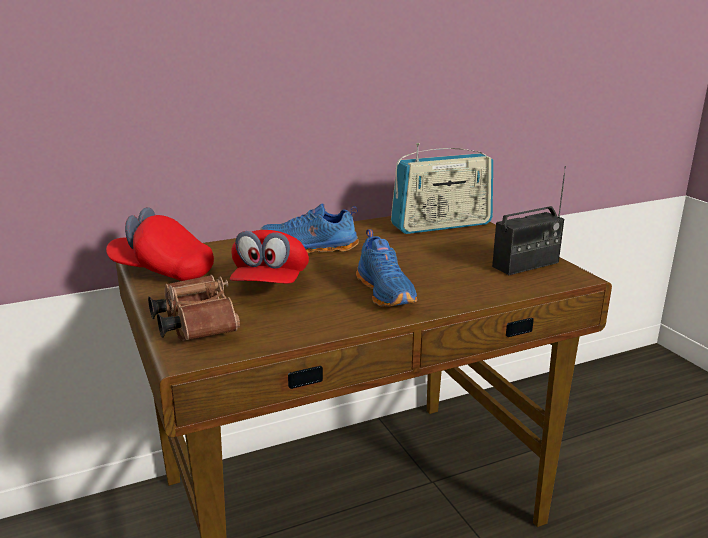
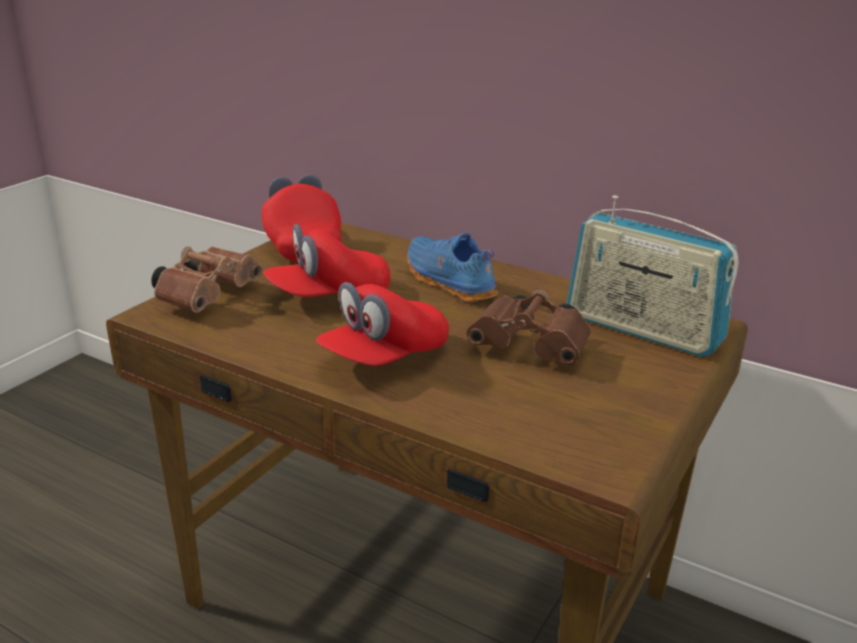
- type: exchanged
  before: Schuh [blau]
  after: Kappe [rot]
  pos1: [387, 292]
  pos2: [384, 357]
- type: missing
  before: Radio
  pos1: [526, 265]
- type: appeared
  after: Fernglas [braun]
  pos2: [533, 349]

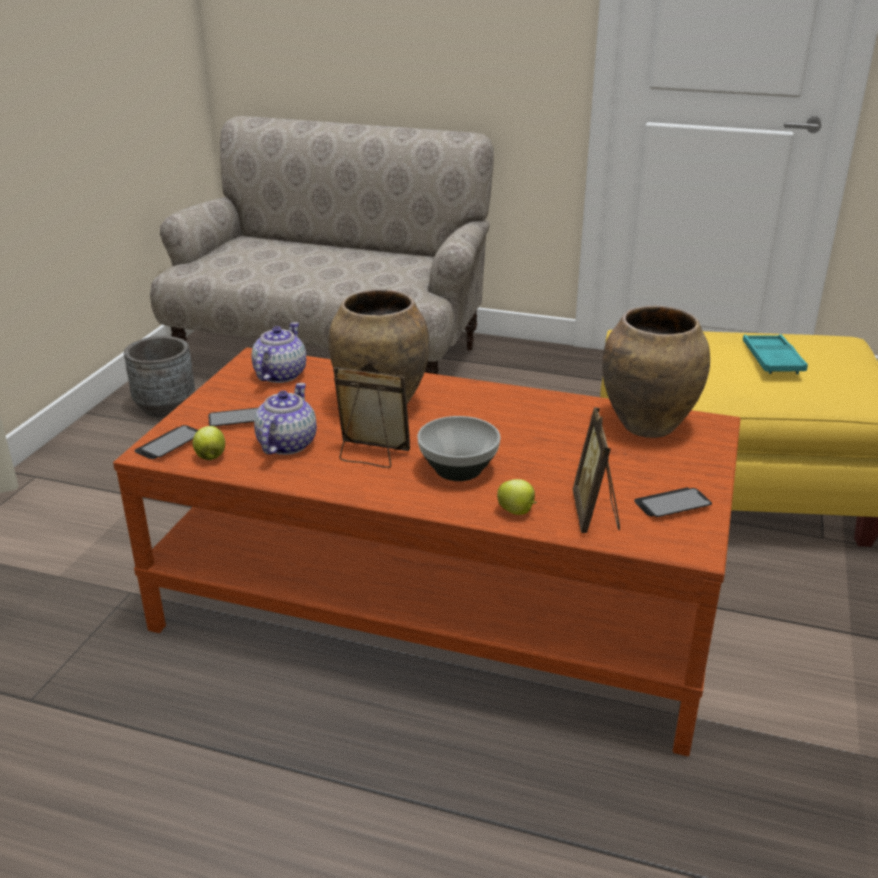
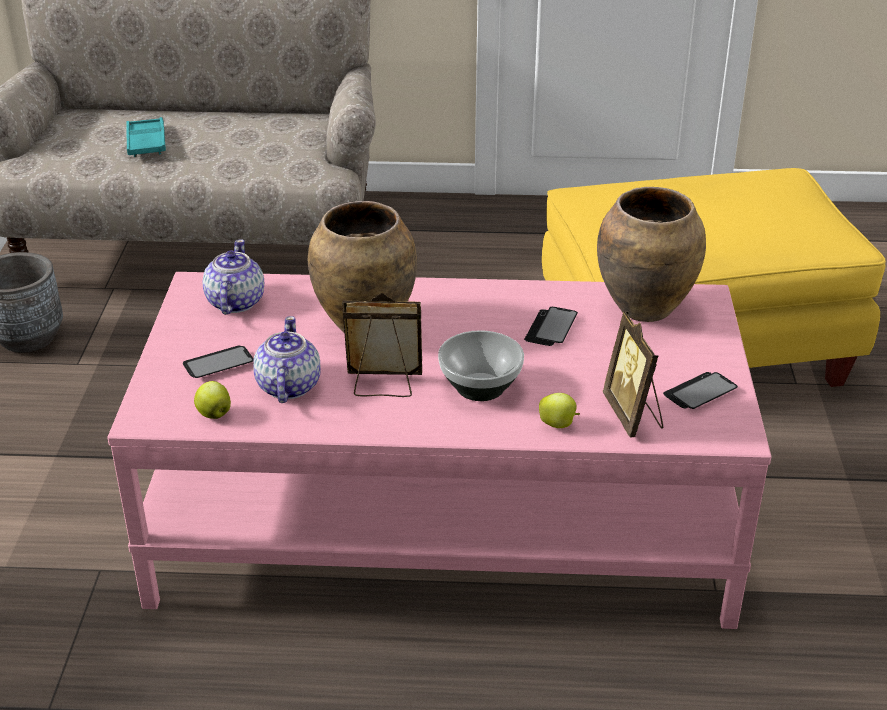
- type: colour
  before: Couchtisch [braun]
  after: Couchtisch [rosa]
  pos1: [437, 604]
  pos2: [441, 521]
- type: relocated
  before: Handy
  pos1: [169, 444]
  pos2: [551, 328]
- type: relocated
  before: Tablett [türkis]
  pos1: [772, 360]
  pos2: [146, 143]

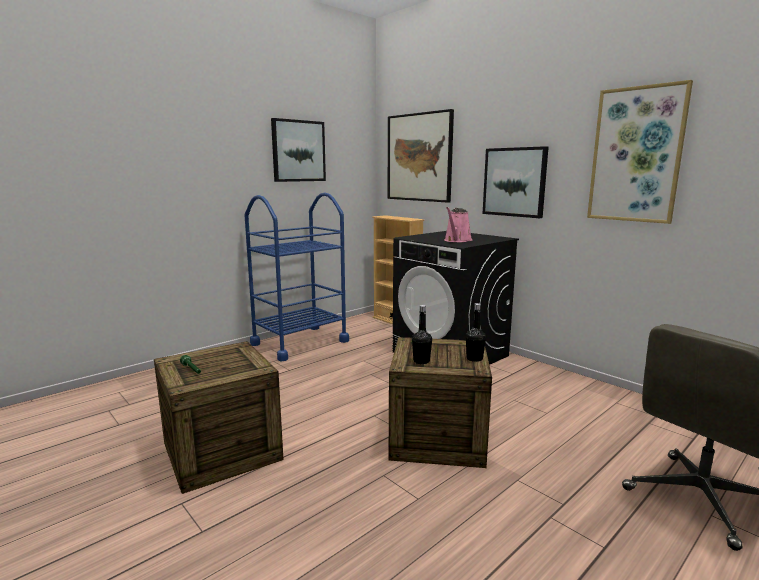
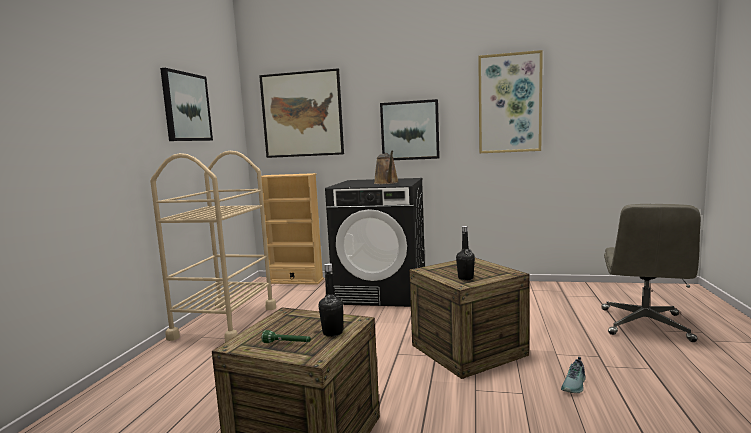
- type: colour
  before: Rollwagen [blau]
  after: Rollwagen [beige]
  pos1: [300, 343]
  pos2: [225, 322]
- type: colour
  before: Gießkanne [rosa]
  after: Gießkanne [braun]
  pos1: [457, 240]
  pos2: [387, 183]
- type: relocated
  before: Flasche [schwarz]
  pos1: [474, 358]
  pos2: [332, 333]
- type: appeared
  after: Schuh
  pos2: [575, 384]

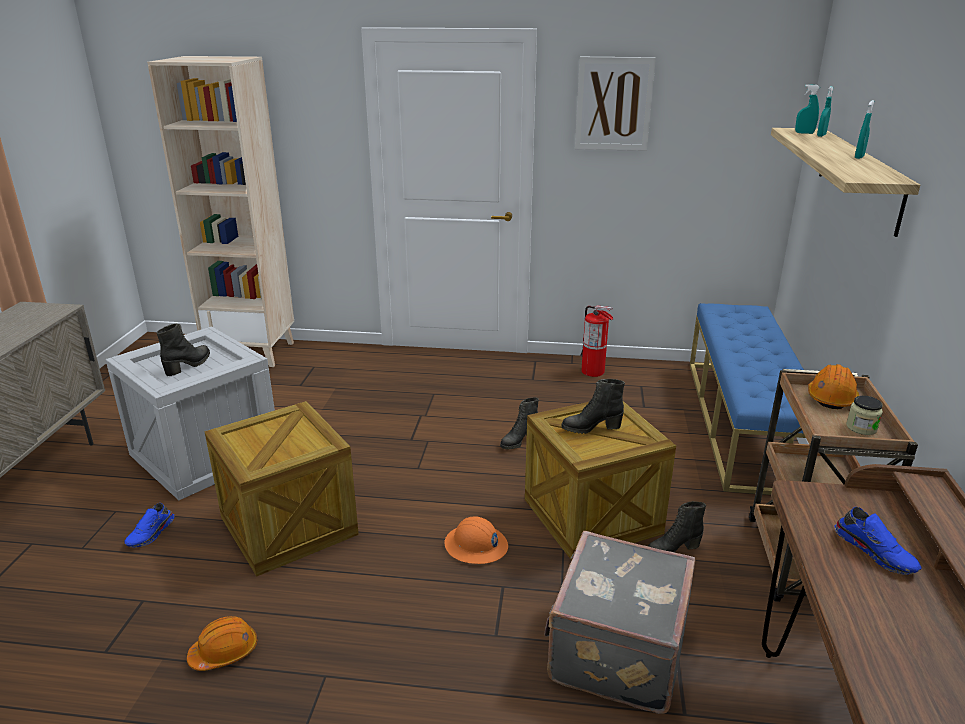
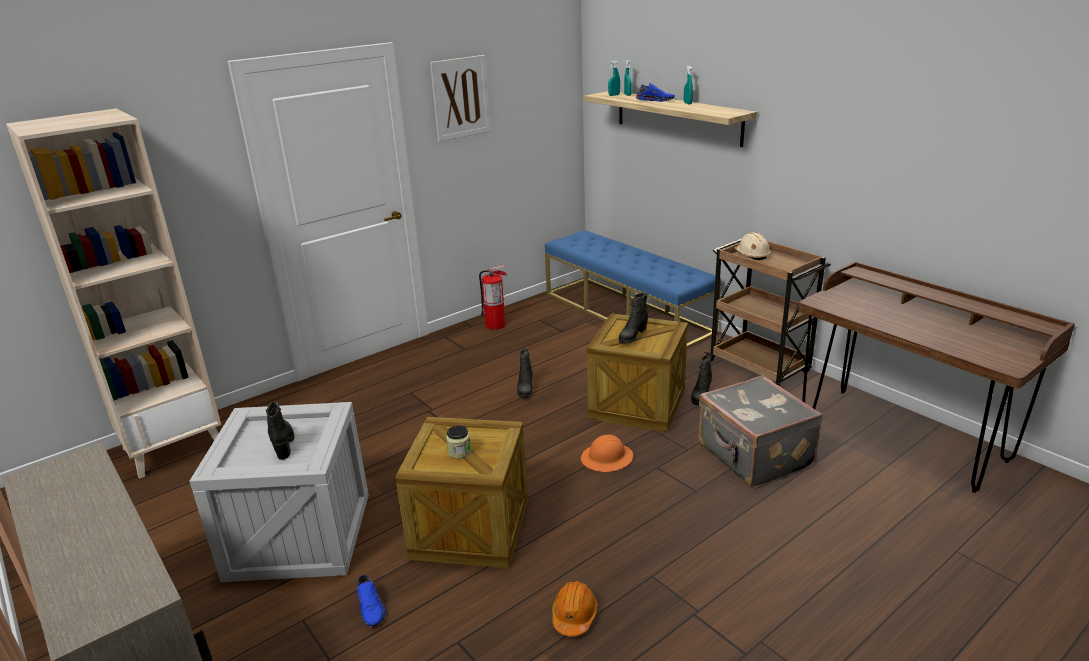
- type: colour
  before: Schutzhelm [orange]
  after: Schutzhelm [beige]
  pos1: [831, 397]
  pos2: [752, 254]
- type: relocated
  before: Schuh [blau]
  pos1: [876, 551]
  pos2: [655, 100]
- type: relocated
  before: Vorratsglas
  pos1: [861, 428]
  pos2: [459, 451]

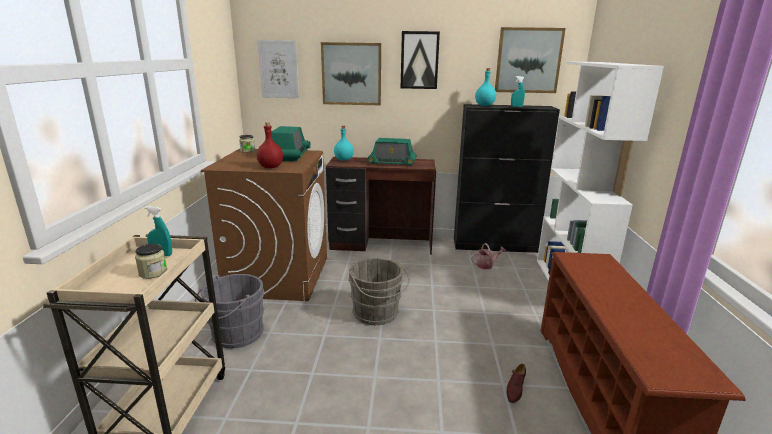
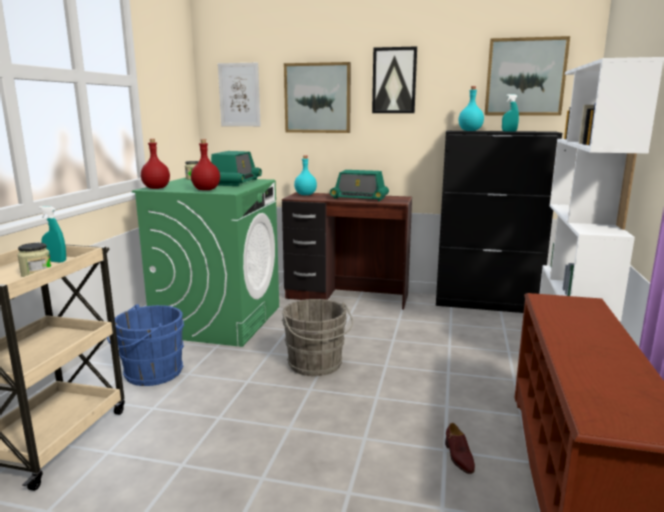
- type: colour
  before: Eimer [grau]
  after: Eimer [blau]
  pos1: [235, 335]
  pos2: [150, 373]
- type: colour
  before: Waschmaschine [braun]
  after: Waschmaschine [grün]
  pos1: [278, 276]
  pos2: [219, 320]
- type: missing
  before: Gießkanne
  pos1: [487, 265]
- type: spun
  before: Schuh [braun]
  pos1: [515, 389]
  pos2: [458, 457]
  turn: -45
- type: appeared
  after: Flasche [rot]
  pos2: [157, 188]

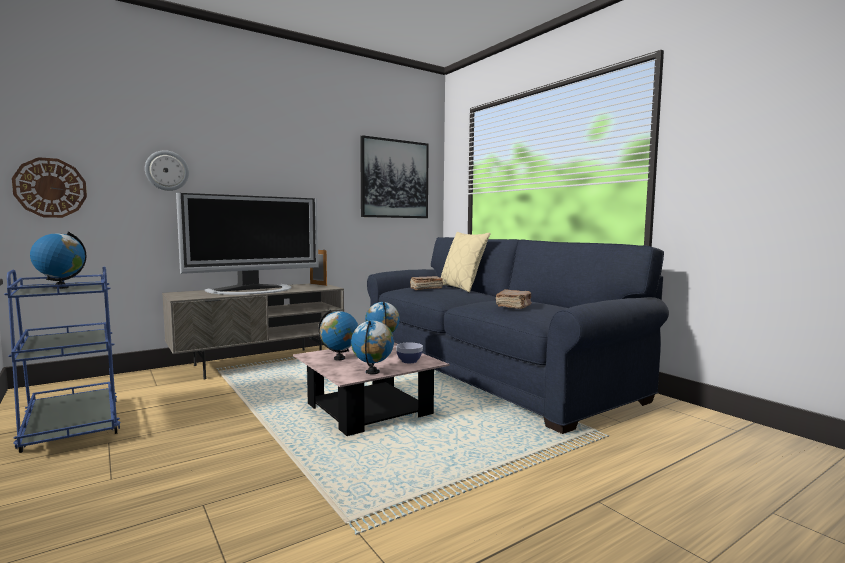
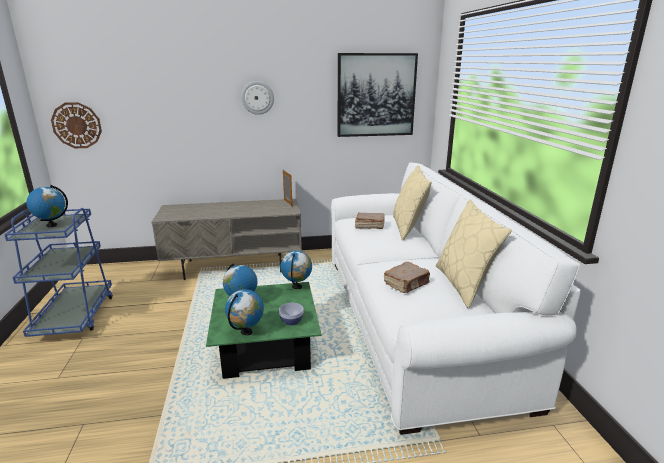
- type: relocated
  before: Wanduhr
  pos1: [167, 170]
  pos2: [257, 97]
- type: missing
  before: Fernseher
  pos1: [253, 290]
- type: colour
  before: Couchtisch [rosa]
  after: Couchtisch [grün]
  pos1: [369, 409]
  pos2: [266, 348]
- type: colour
  before: Sofa [blau]
  after: Sofa [weiß]
  pos1: [489, 372]
  pos2: [412, 320]
- type: appeared
  after: Kissen [beige]
  pos2: [464, 284]

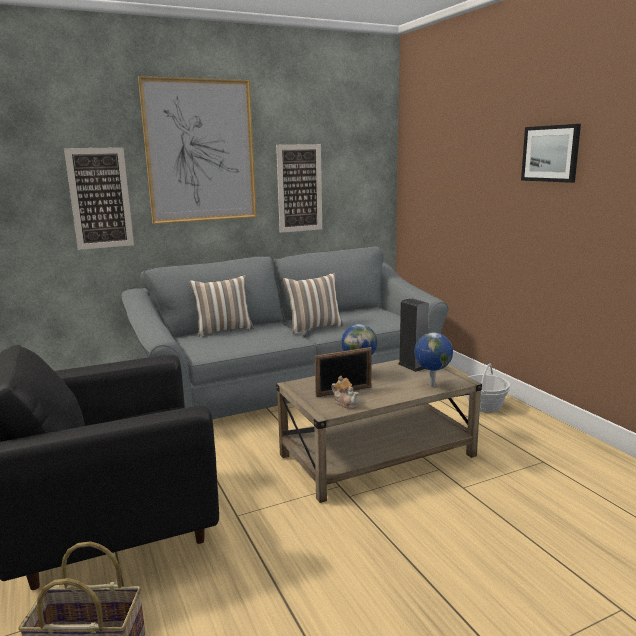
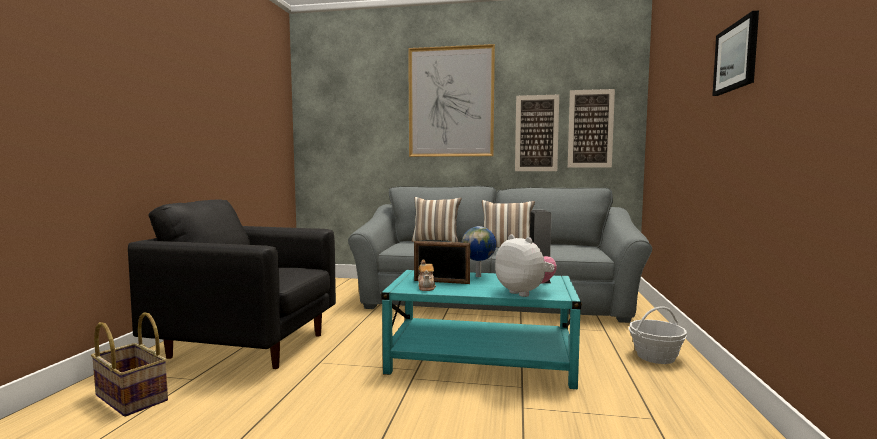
- type: relocated
  before: Bild
  pos1: [100, 198]
  pos2: [590, 128]
- type: colour
  before: Couchtisch [beige]
  after: Couchtisch [türkis]
  pos1: [377, 456]
  pos2: [481, 361]
- type: exchanged
  before: Globus
  after: Plüschtier
  pos1: [431, 385]
  pos2: [525, 292]

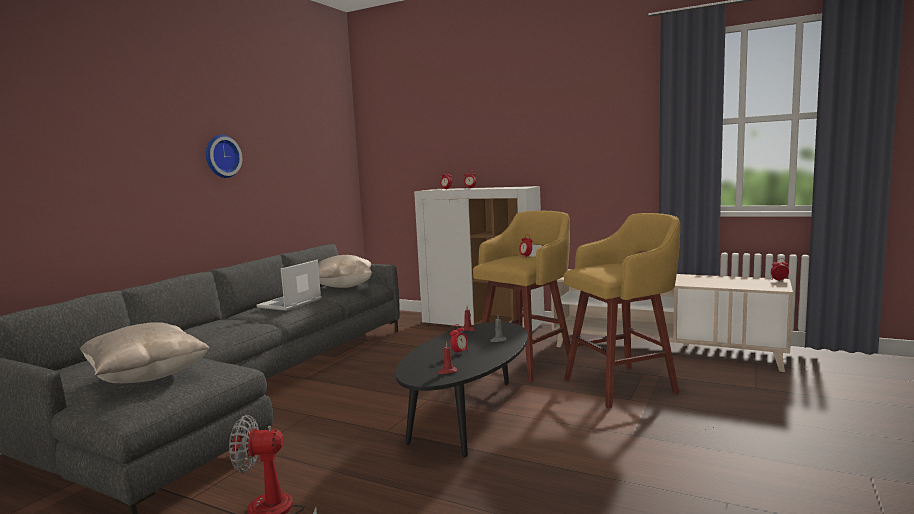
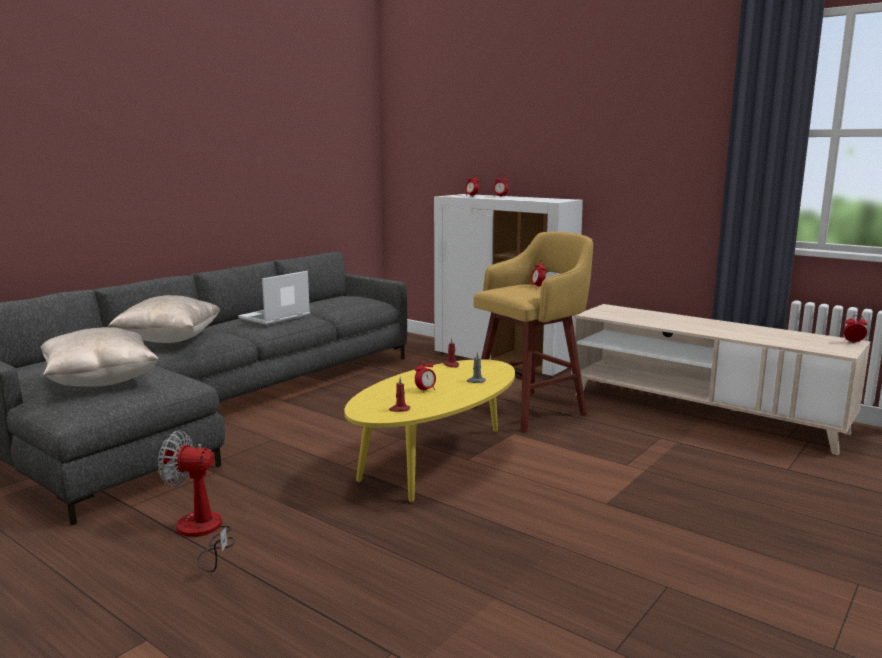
- type: missing
  before: Wanduhr
  pos1: [221, 156]
- type: relocated
  before: Kissen [beige]
  pos1: [344, 286]
  pos2: [169, 340]
- type: colour
  before: Couchtisch [schwarz]
  after: Couchtisch [gelb]
  pos1: [469, 418]
  pos2: [436, 463]
- type: missing
  before: Hocker [gelb]
  pos1: [623, 385]

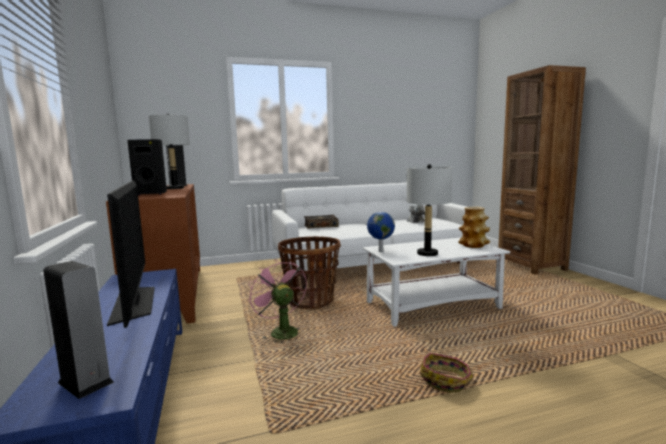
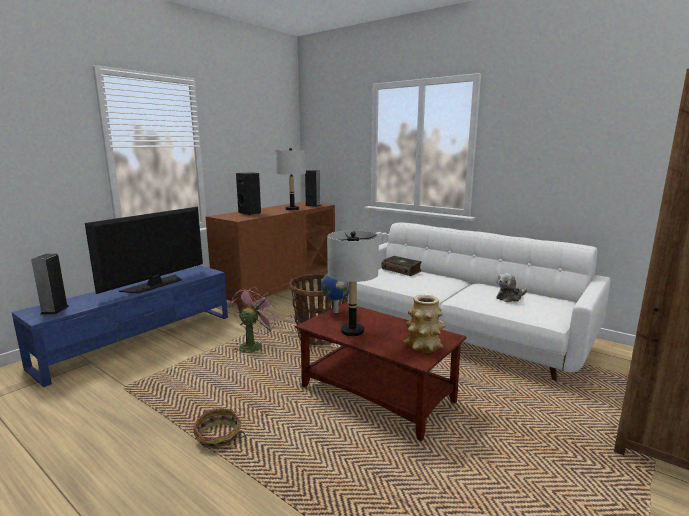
- type: colour
  before: Couchtisch [weiß]
  after: Couchtisch [braun]
  pos1: [433, 305]
  pos2: [378, 394]

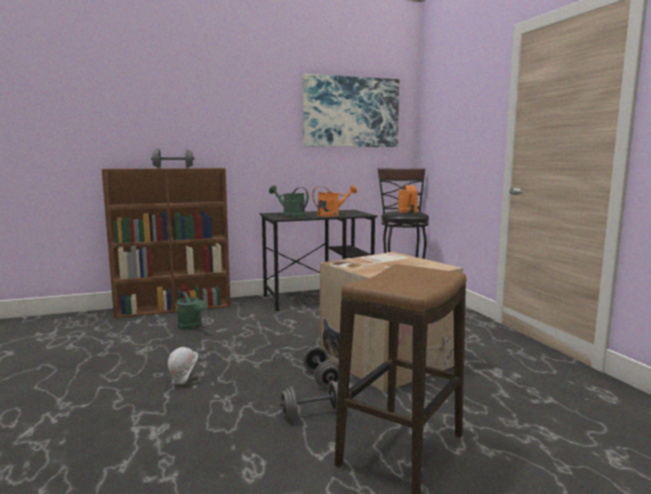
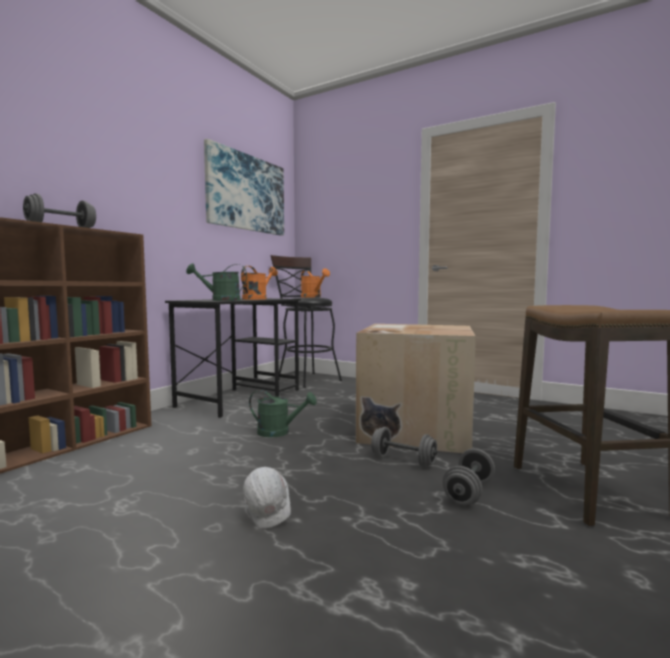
- type: relocated
  before: Gießkanne [grün]
  pos1: [192, 327]
  pos2: [279, 432]

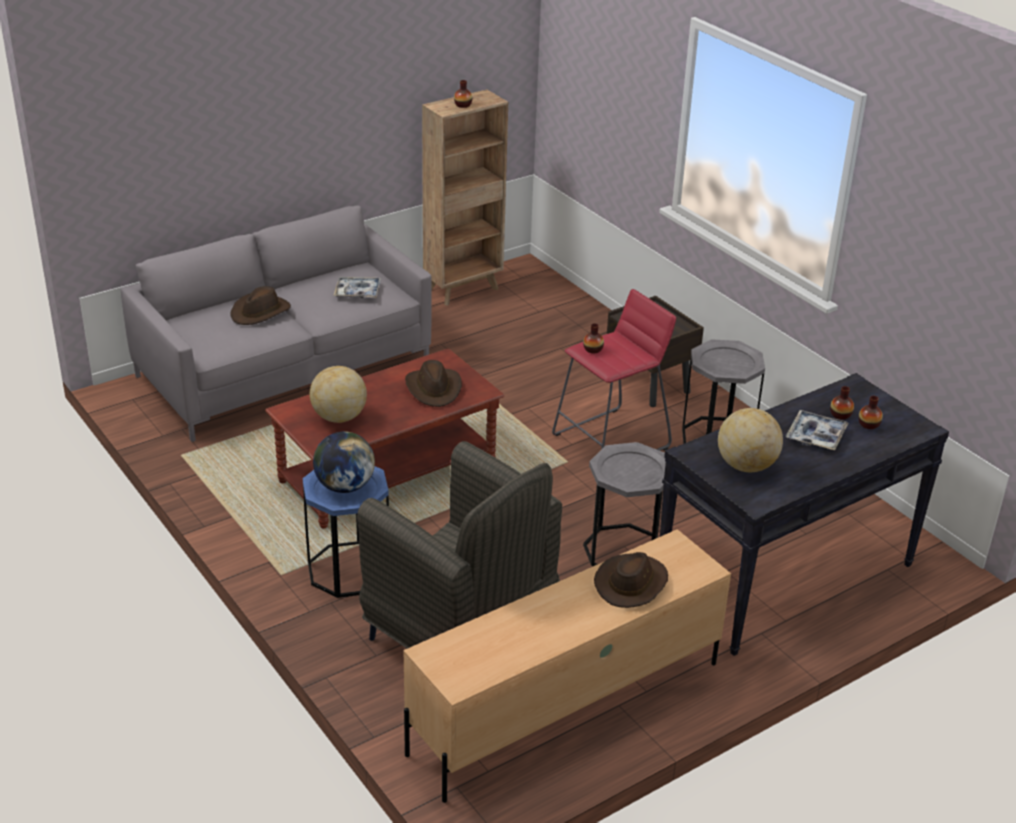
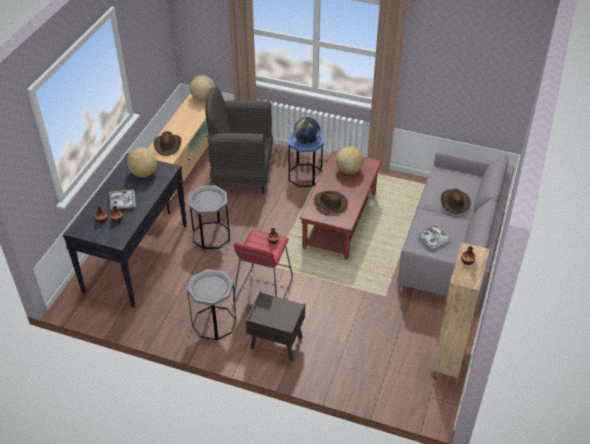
- type: appeared
  after: Globus
  pos2: [203, 98]

